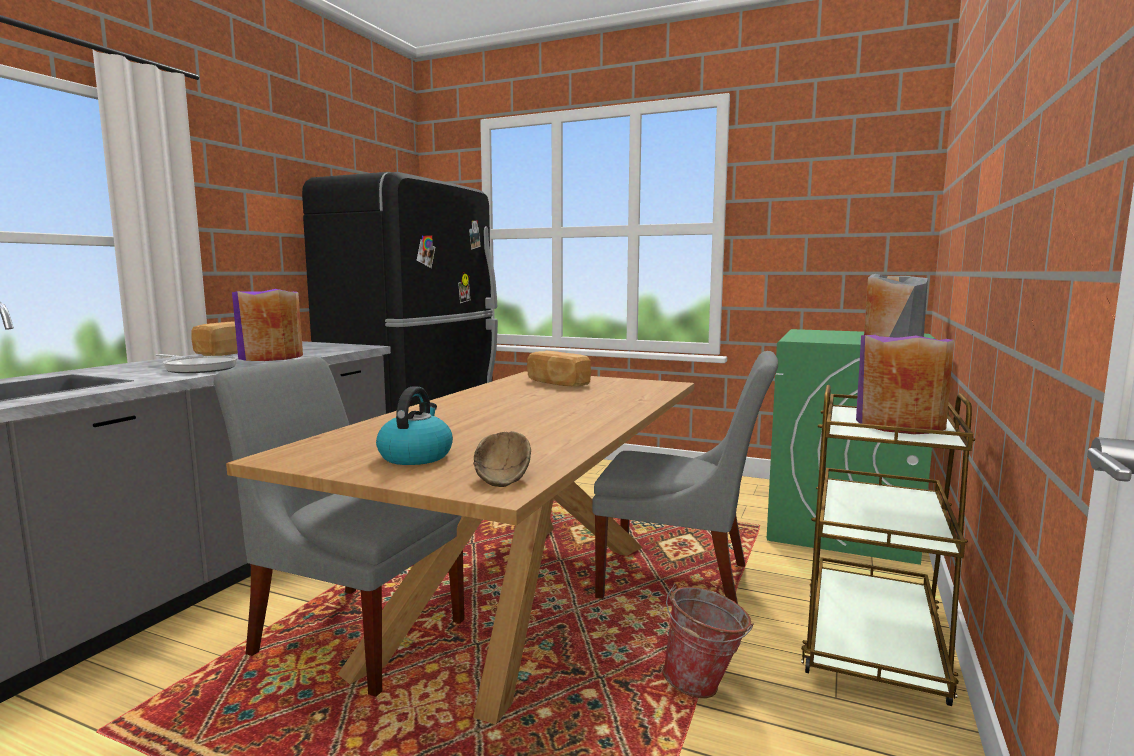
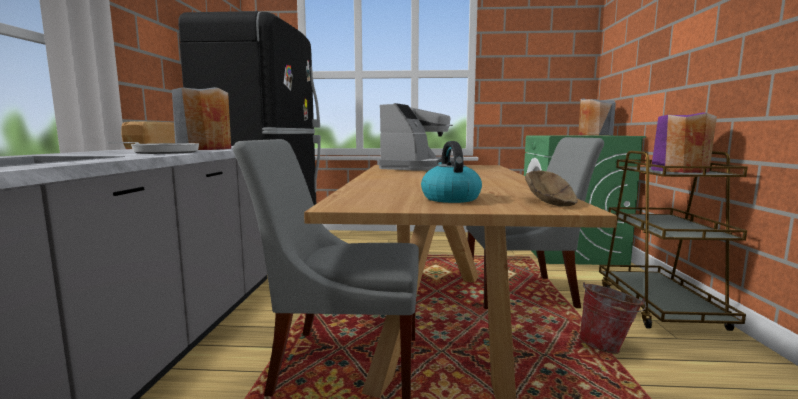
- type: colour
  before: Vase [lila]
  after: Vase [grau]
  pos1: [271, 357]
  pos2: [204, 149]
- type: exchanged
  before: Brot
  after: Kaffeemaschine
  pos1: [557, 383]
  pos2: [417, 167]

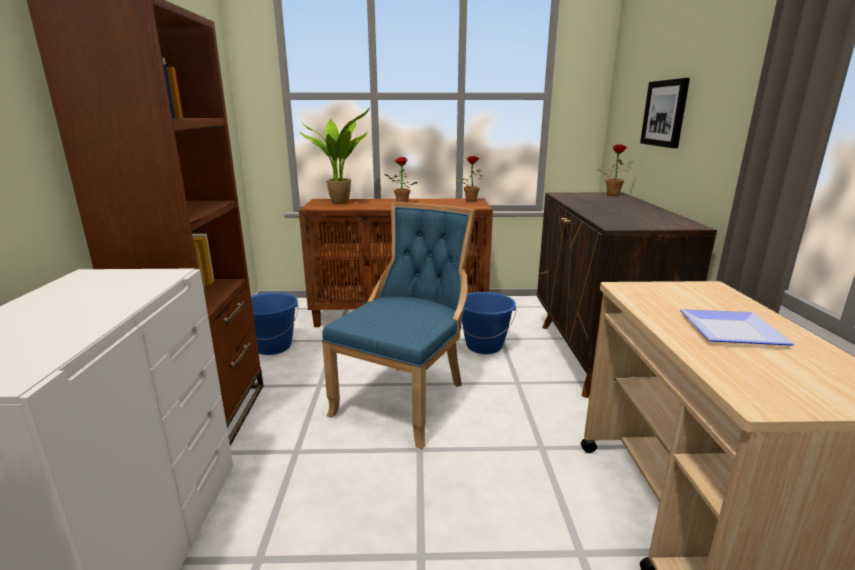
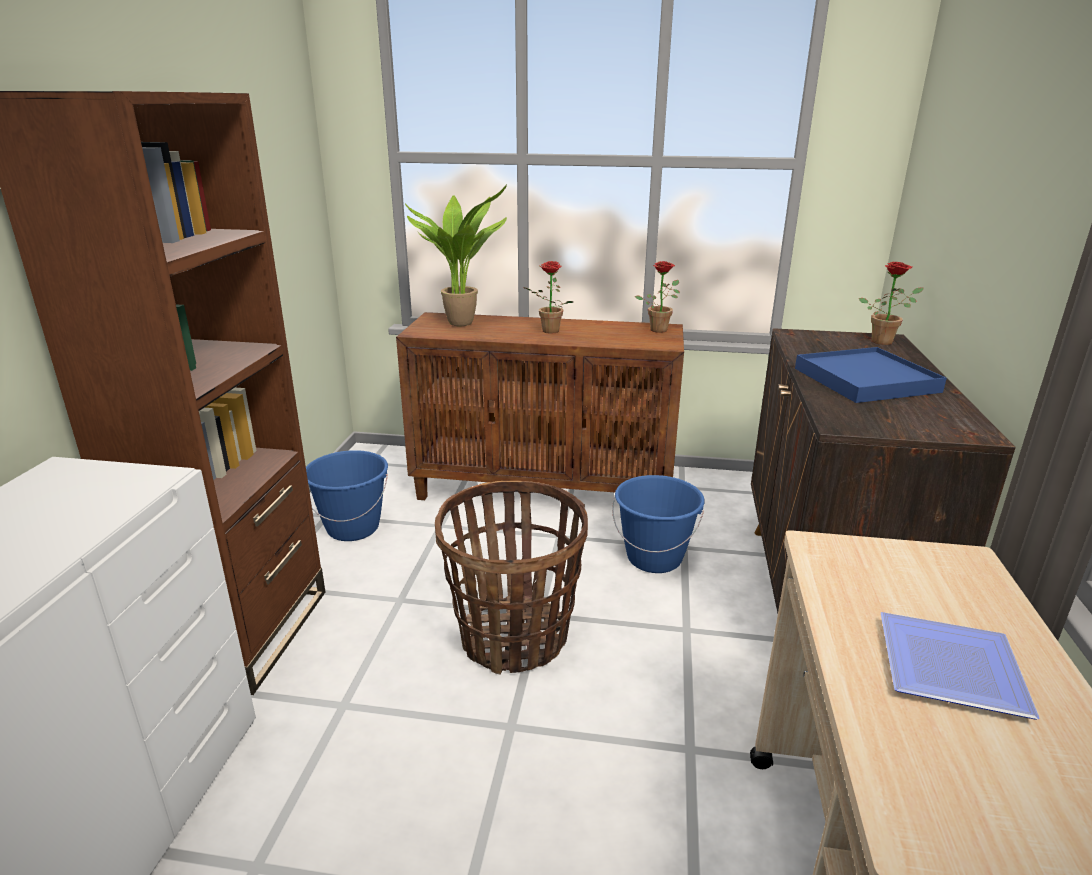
- type: exchanged
  before: Stuhl [blau]
  after: Korb
  pos1: [406, 398]
  pos2: [514, 637]
- type: missing
  before: Bild
  pos1: [665, 113]
- type: appeared
  after: Tablett [blau]
  pos2: [865, 380]

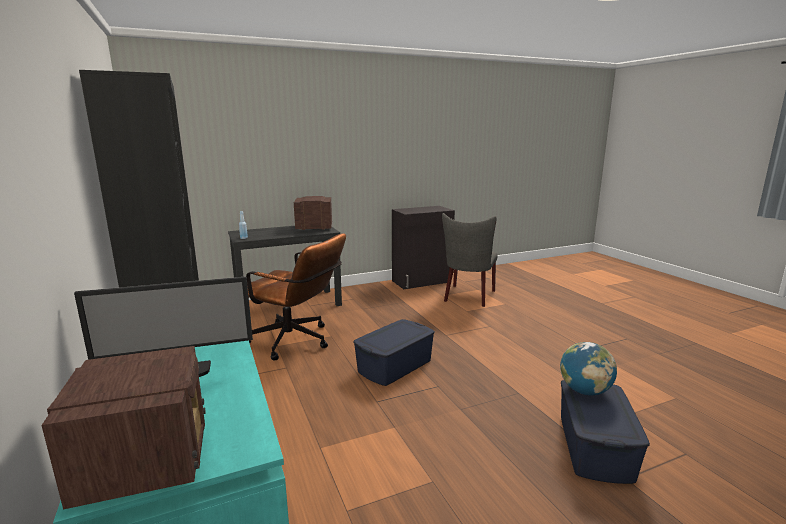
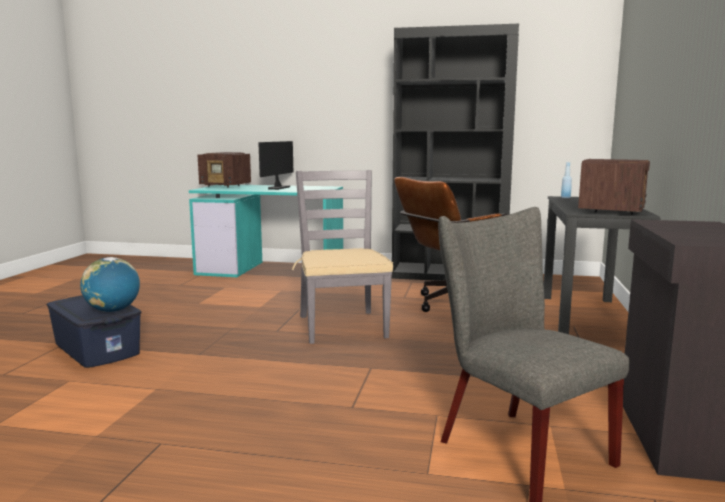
- type: exchanged
  before: Aufbewahrungsbox [blau]
  after: Stuhl [grau]
  pos1: [394, 366]
  pos2: [342, 326]

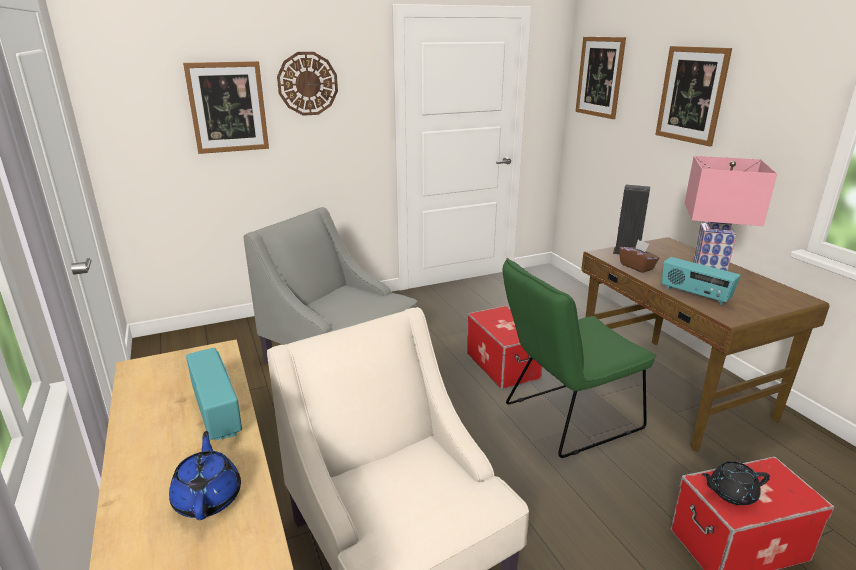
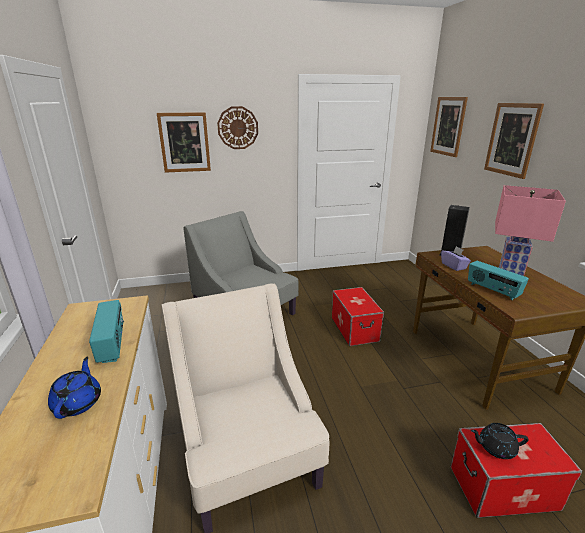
- type: missing
  before: Stuhl [grün]
  pos1: [565, 418]
- type: colour
  before: Taschentuchbox [braun]
  after: Taschentuchbox [lila]
  pos1: [637, 267]
  pos2: [454, 266]

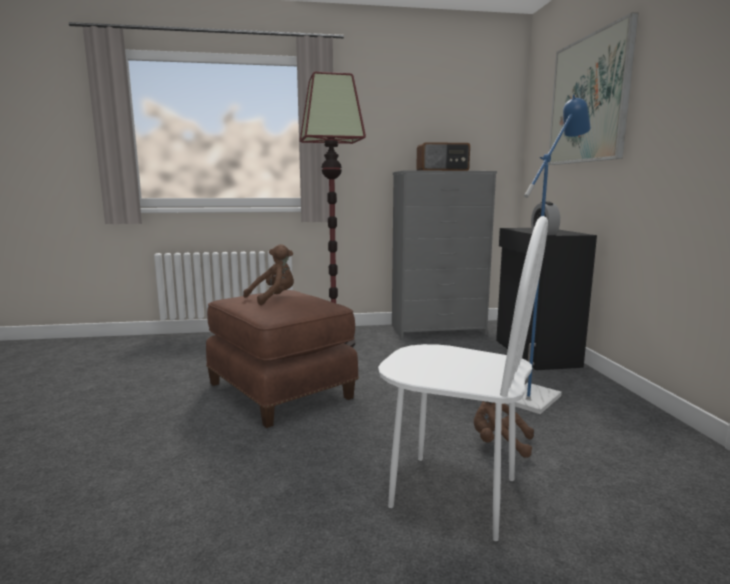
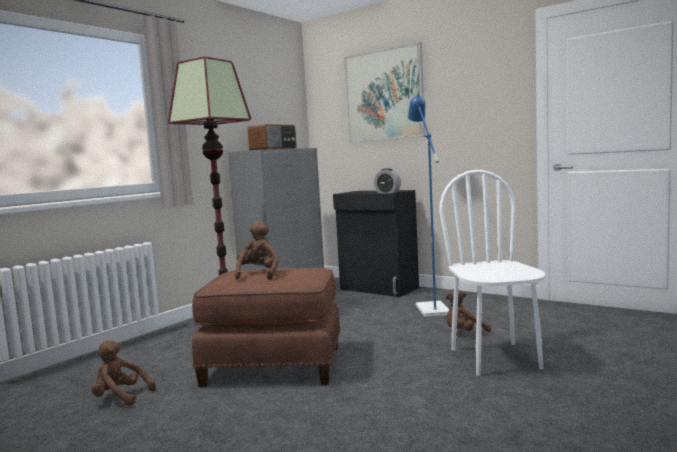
- type: spun
  before: Stuhl [weiß]
  pos1: [453, 493]
  pos2: [495, 358]
  turn: -75
- type: appeared
  after: Plüschtier [braun]
  pos2: [120, 397]

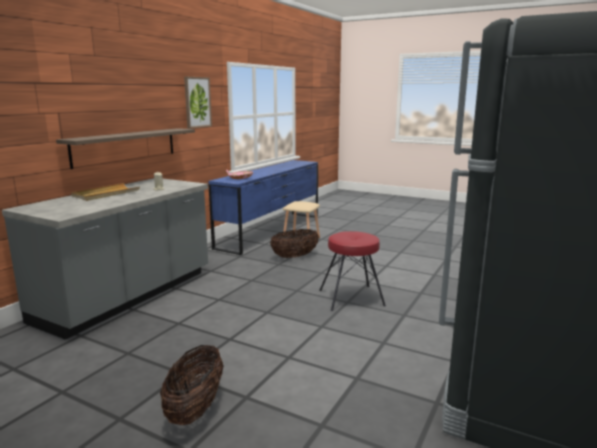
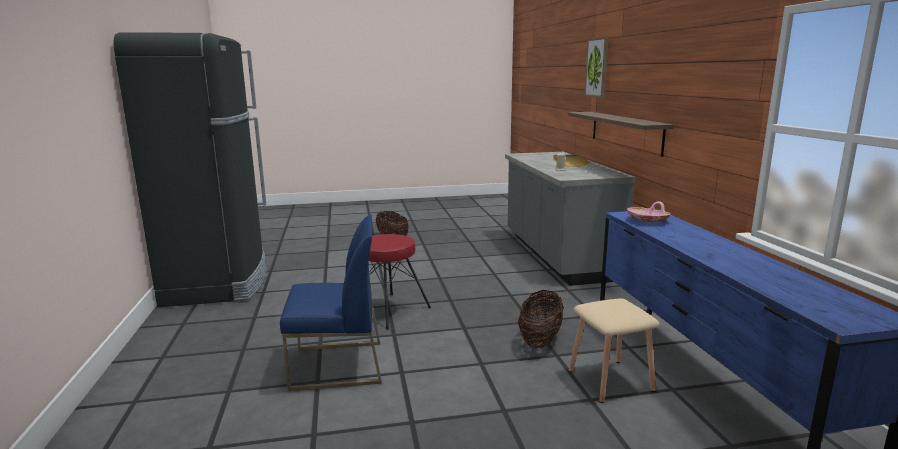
- type: relocated
  before: Bild
  pos1: [197, 102]
  pos2: [597, 67]
- type: appeared
  after: Stuhl [blau]
  pos2: [336, 366]

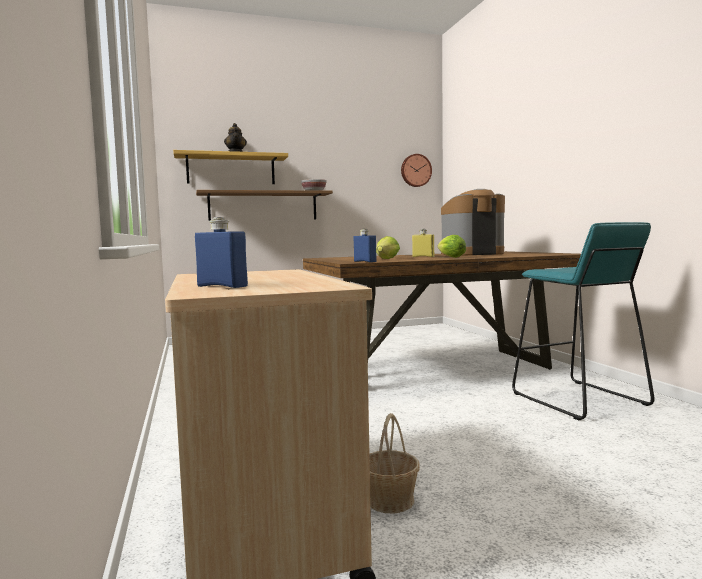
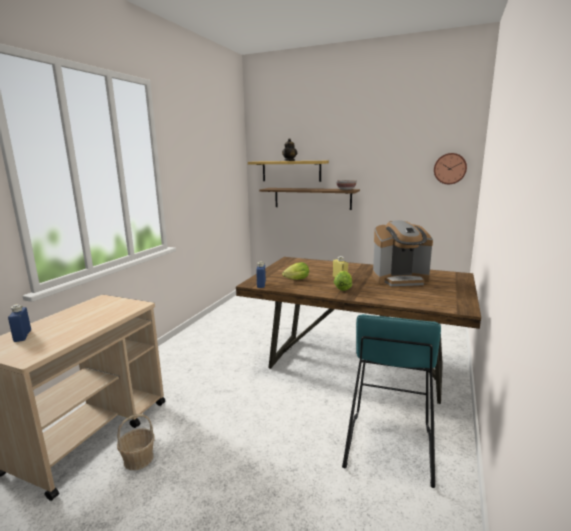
- type: spun
  before: Kaffeemaschine
  pos1: [471, 254]
  pos2: [400, 279]
  turn: 150

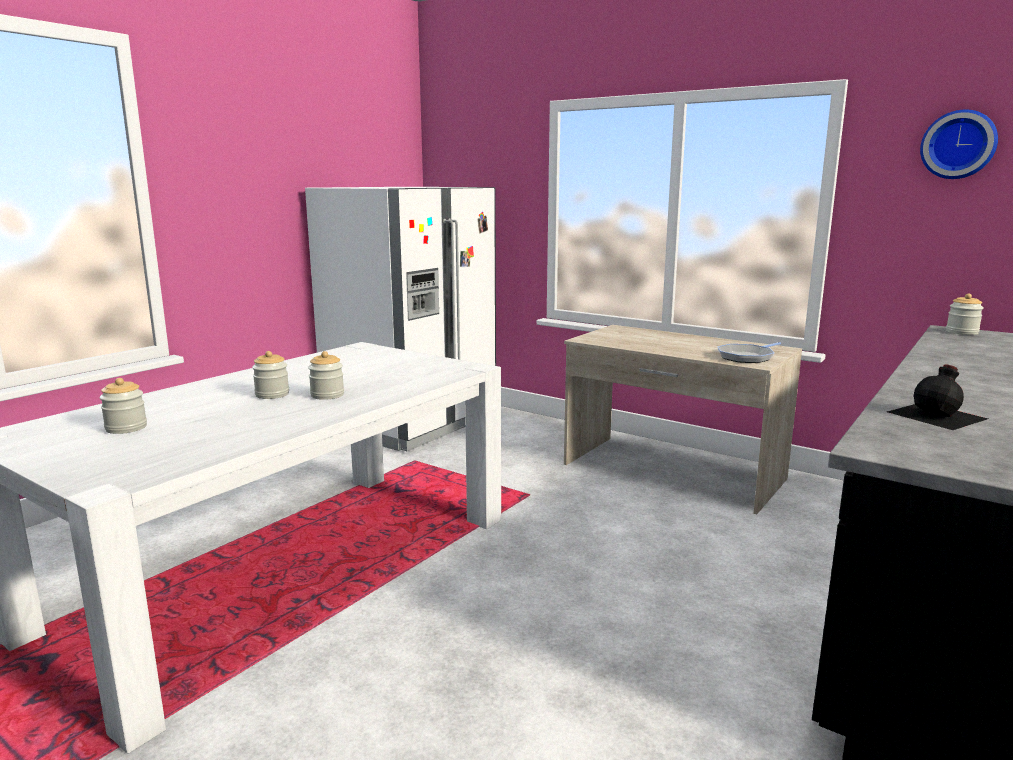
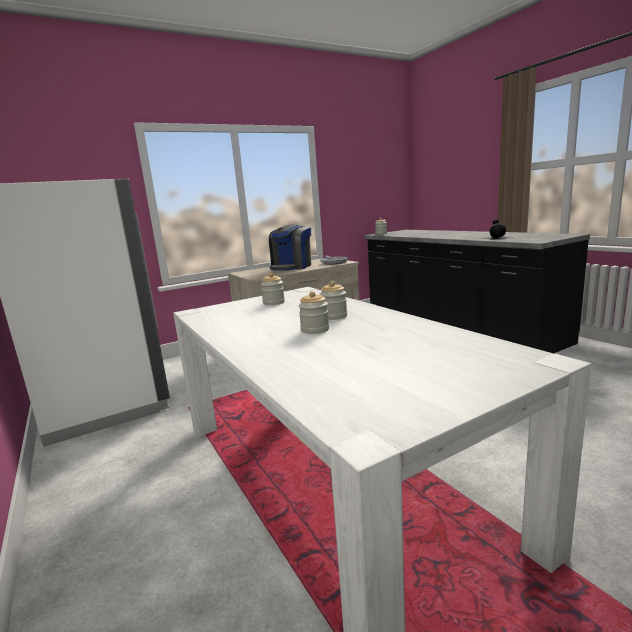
- type: relocated
  before: Vorratsglas
  pos1: [126, 428]
  pos2: [274, 302]
- type: missing
  before: Wanduhr
  pos1: [958, 145]
- type: appeared
  after: Kaffeemaschine
  pos2: [291, 267]

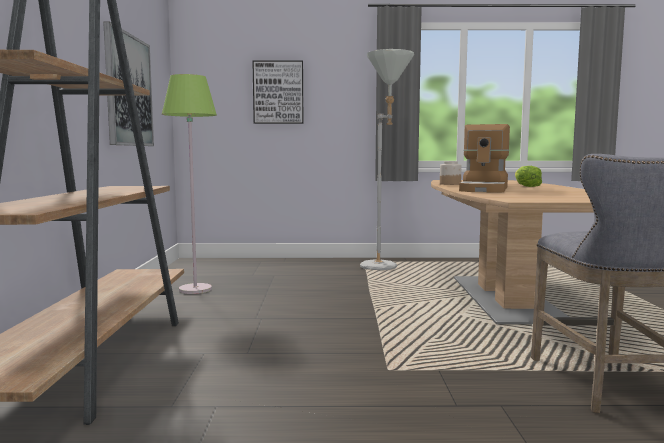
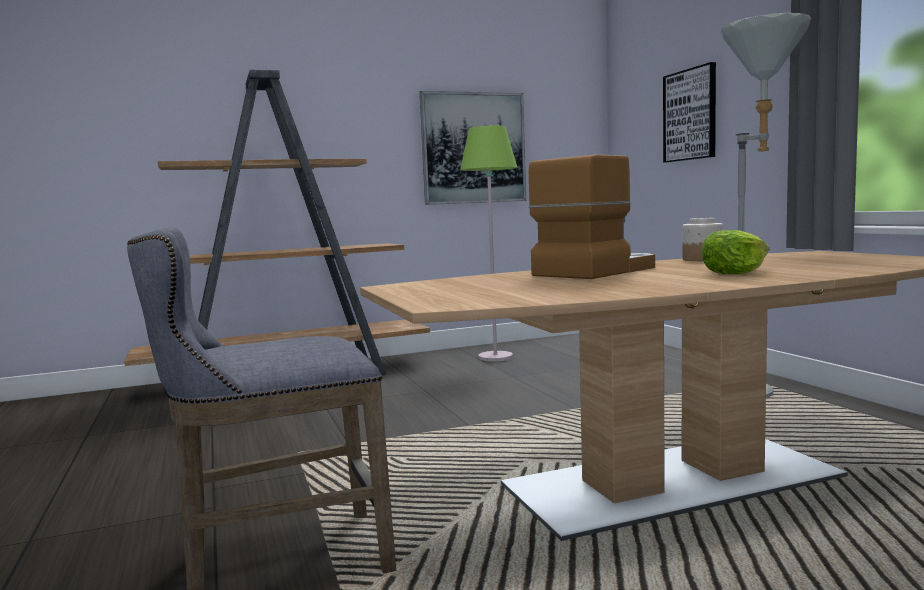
- type: spun
  before: Kaffeemaschine
  pos1: [485, 189]
  pos2: [594, 271]
  turn: 135

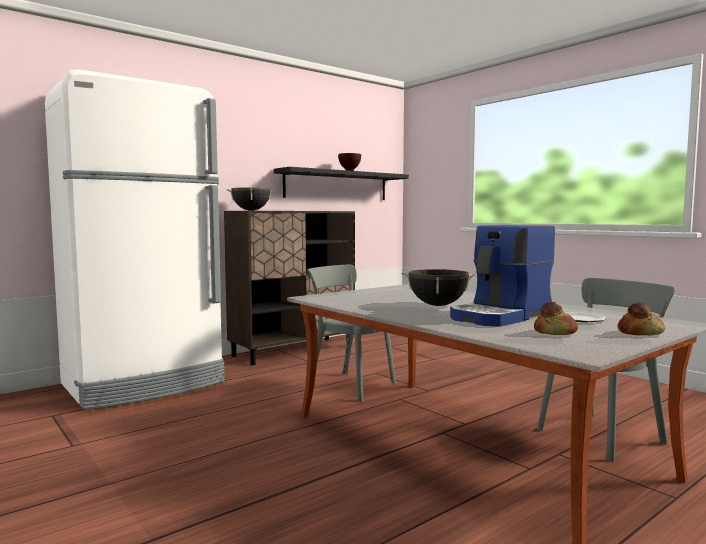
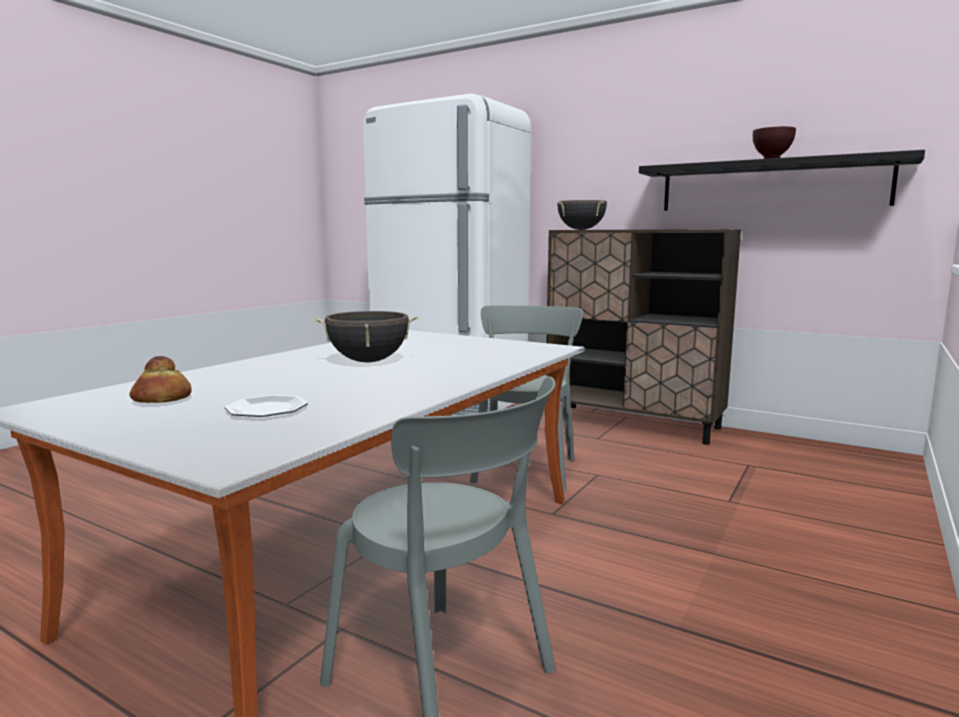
- type: missing
  before: Kaffeemaschine
  pos1: [501, 316]
- type: missing
  before: Brot
  pos1: [640, 333]

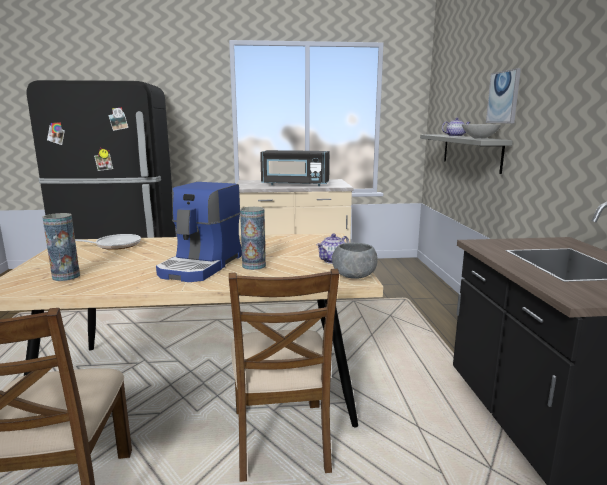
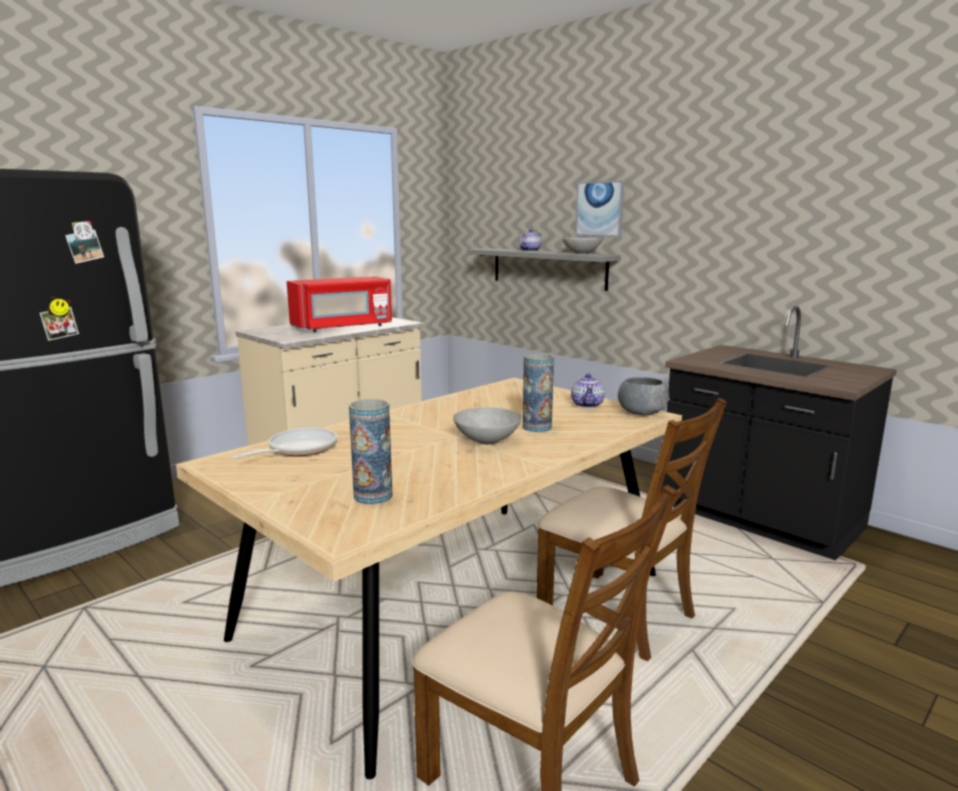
- type: exchanged
  before: Kaffeemaschine
  after: Schüssel [grau]
  pos1: [202, 266]
  pos2: [488, 441]
- type: colour
  before: Mikrowelle [schwarz]
  after: Mikrowelle [rot]
  pos1: [295, 184]
  pos2: [342, 327]

